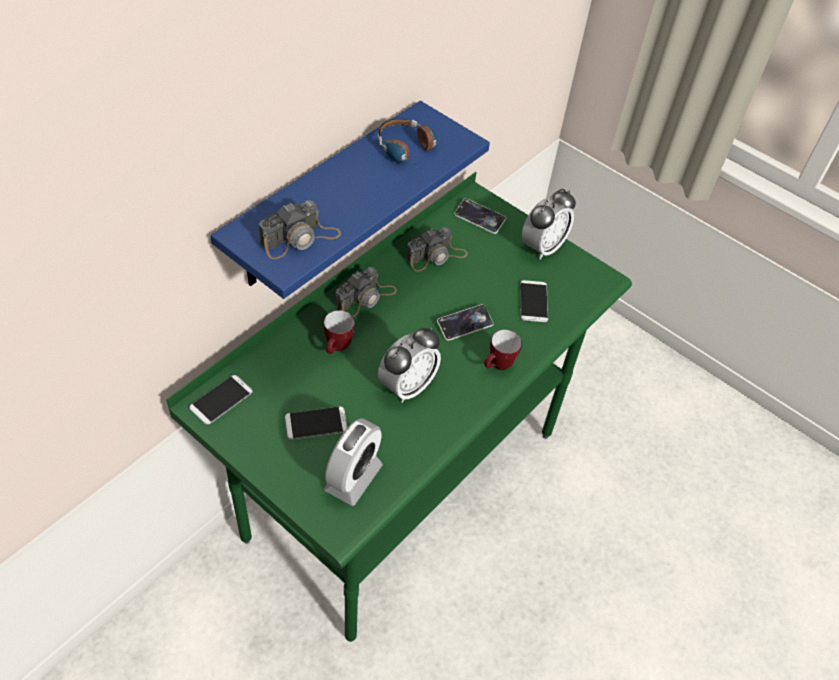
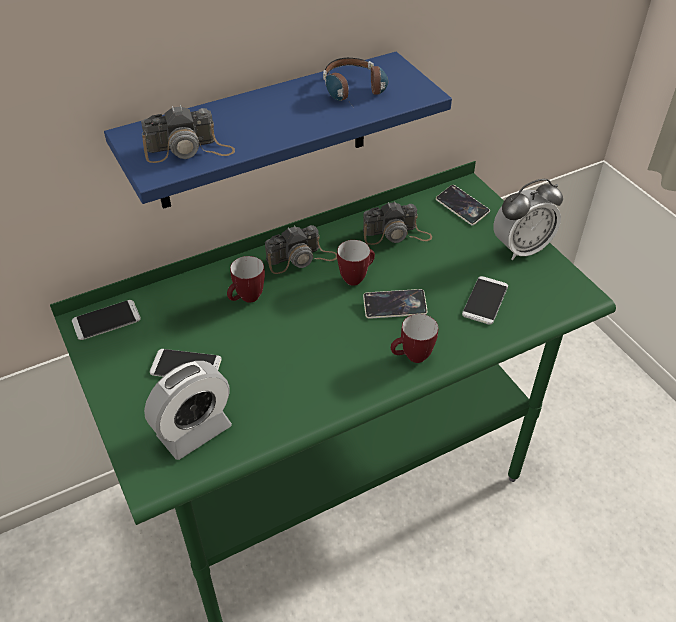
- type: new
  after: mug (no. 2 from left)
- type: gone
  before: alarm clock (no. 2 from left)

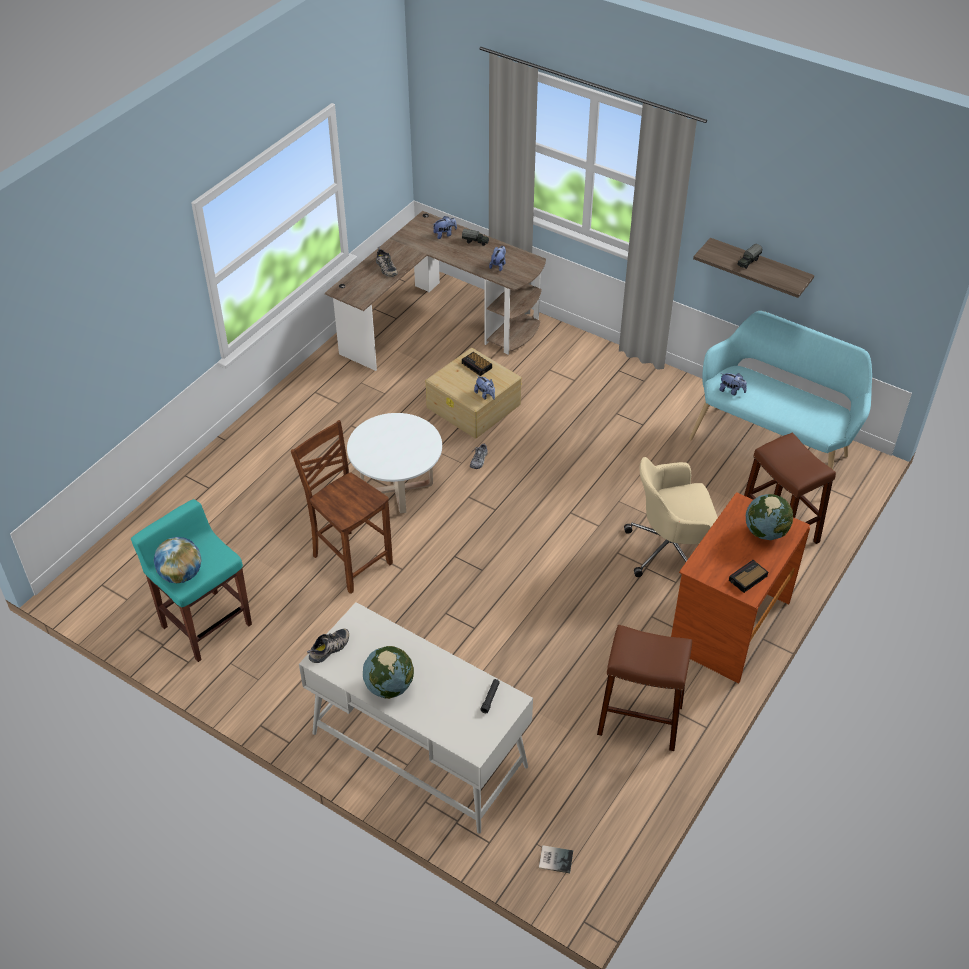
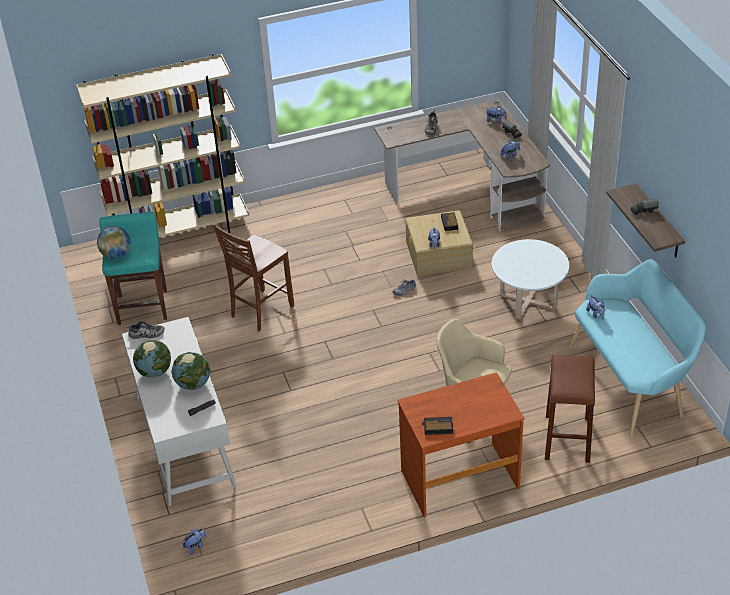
- type: new
  after: beige bookcase
- type: shifted
  before: globe (no. 3 from left)
- type: swapped
  before: book
  after: plush toy (no. 1 from left)
- type: rotated
  before: brown chair
  turn: -135
- type: shifted
  before: white coffee table
- type: gone
  before: brown stool (no. 1 from left)

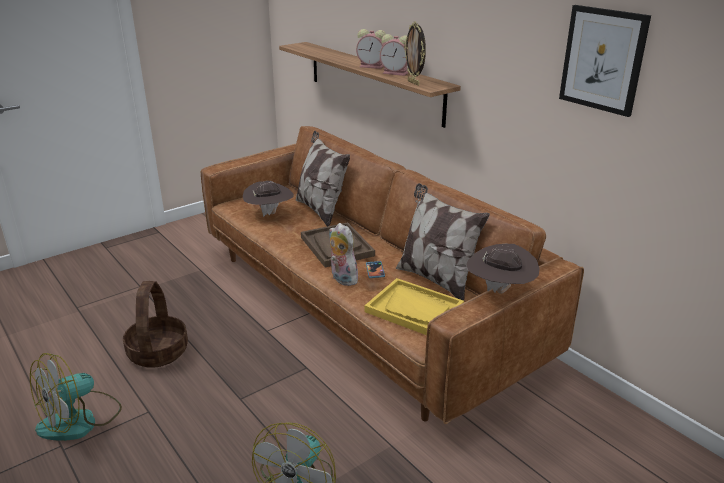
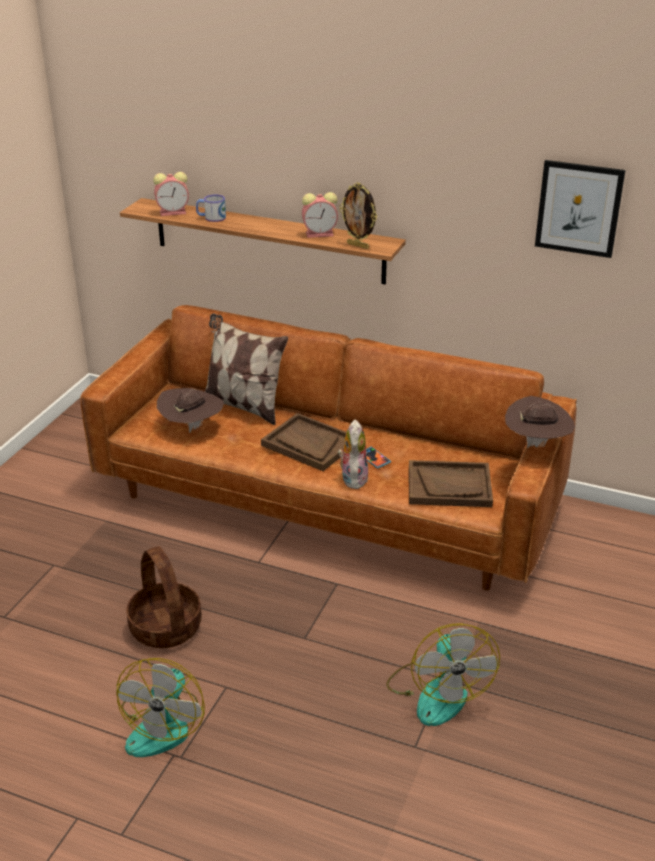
- type: shifted
  before: alarm clock (no. 1 from left)
- type: new
  after: mug
- type: rotated
  before: plush toy
  turn: 75
- type: repainted
  before: yellow tray
  after: brown tray (no. 2 from left)
- type: gone
  before: pillow (no. 2 from left)

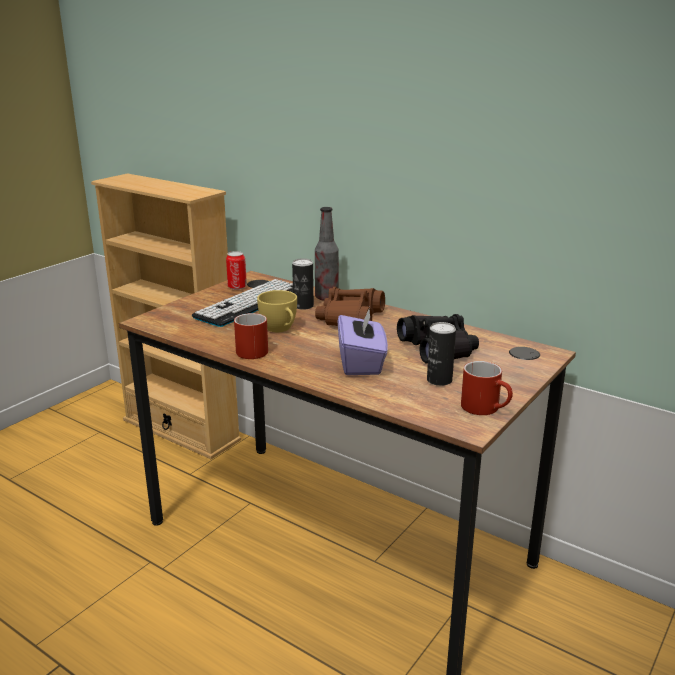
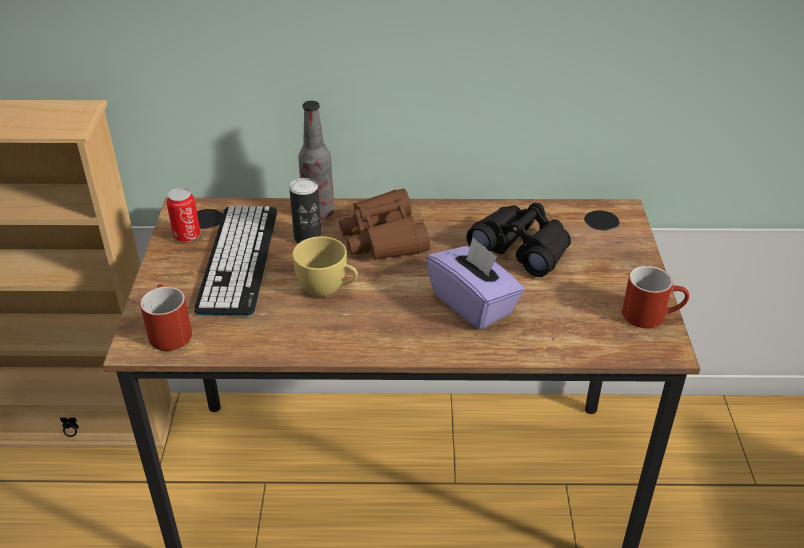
- type: shifted
  before: red mug (no. 1 from left)
- type: gone
  before: can (no. 3 from left)

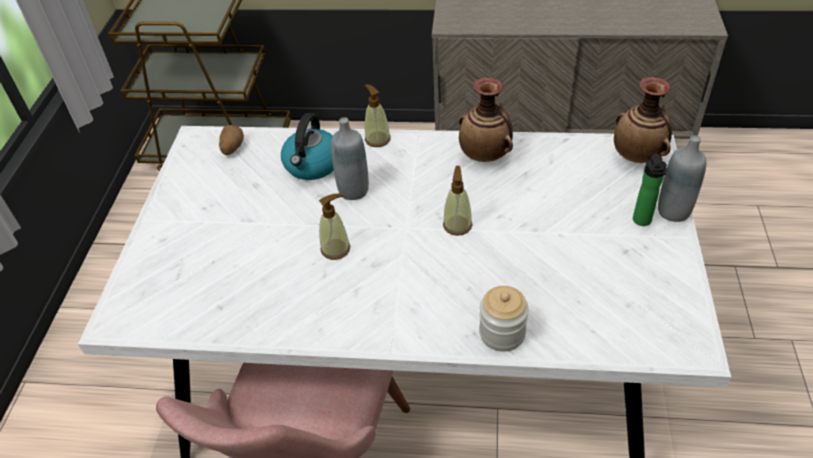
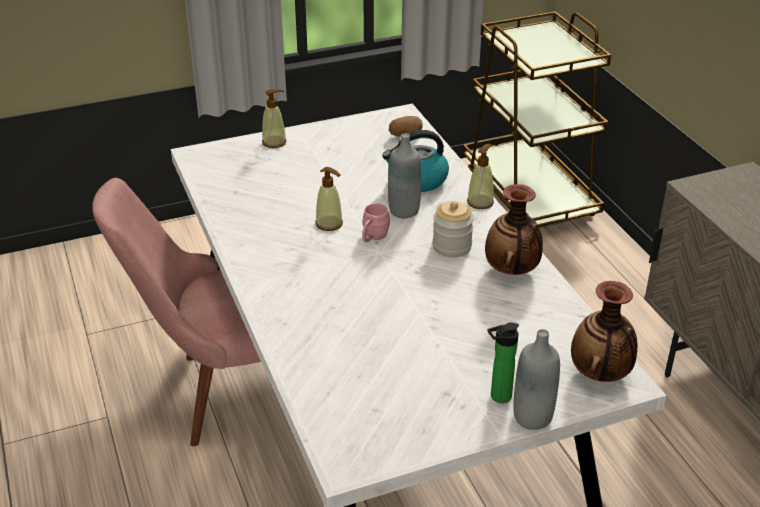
- type: shifted
  before: soap dispenser (no. 3 from left in the first image)
  after: soap dispenser (no. 1 from left)
- type: new
  after: pink mug
- type: shifted
  before: jar

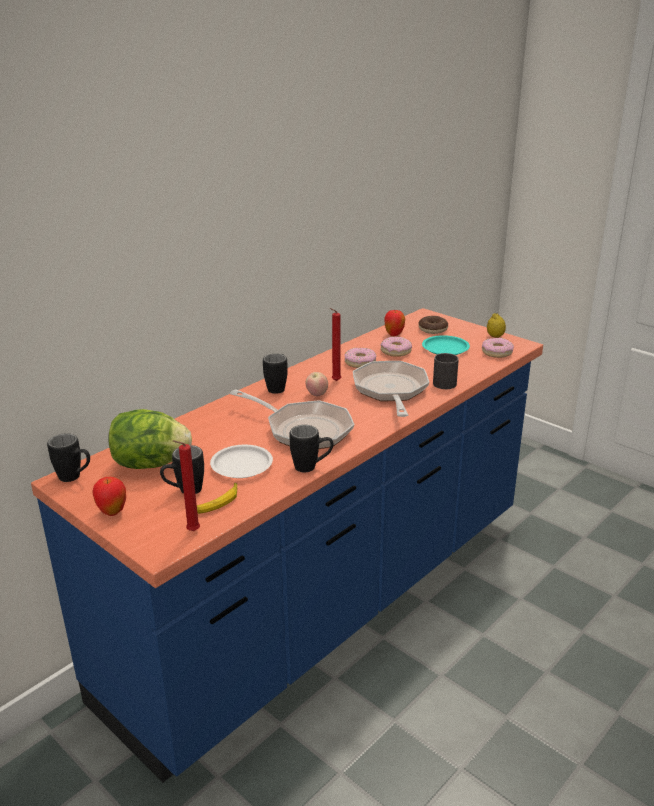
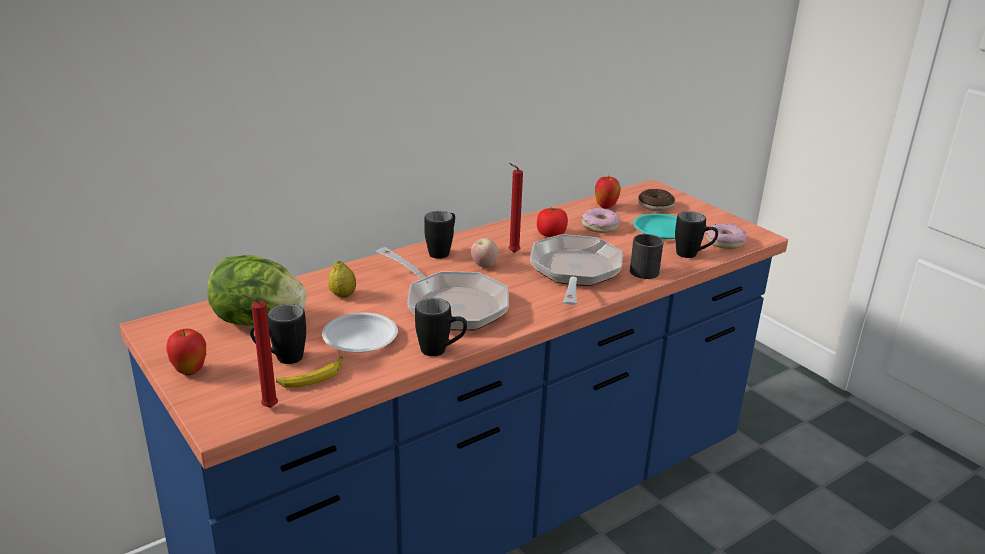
- type: shifted
  before: lemon
- type: swapped
  before: donut (no. 1 from left)
  after: tomato
- type: shifted
  before: black mug (no. 1 from left in the first image)
  after: black mug (no. 5 from left)

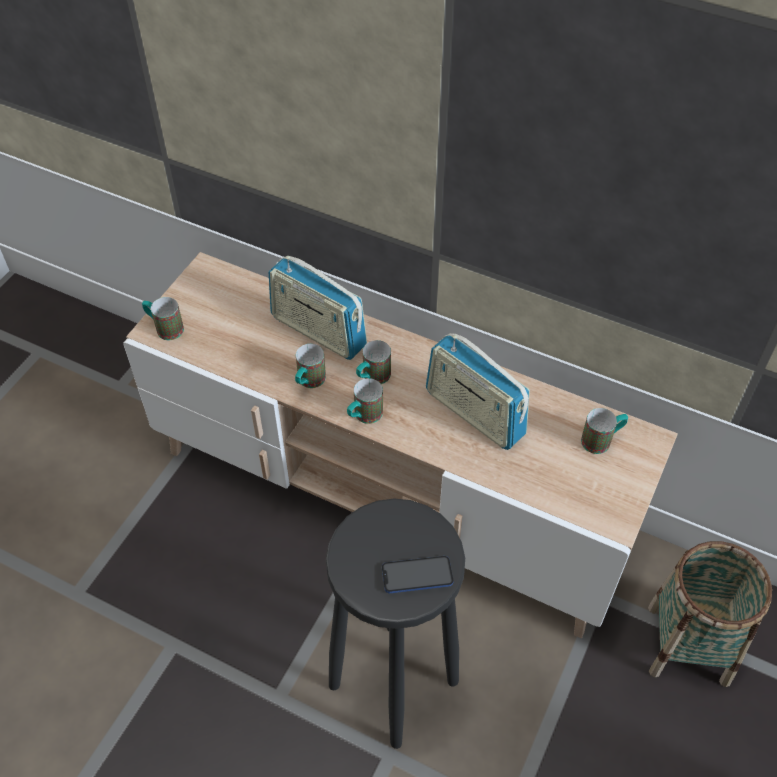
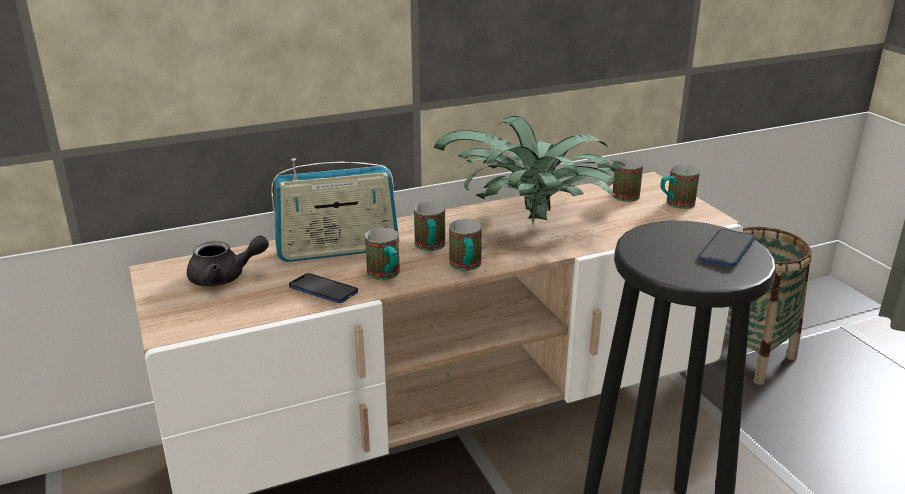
- type: new
  after: grey teapot
- type: new
  after: phone (no. 1 from left)
- type: swapped
  before: radio (no. 2 from left)
  after: potted plant
- type: shifted
  before: mug (no. 1 from left in the first image)
  after: mug (no. 5 from left)

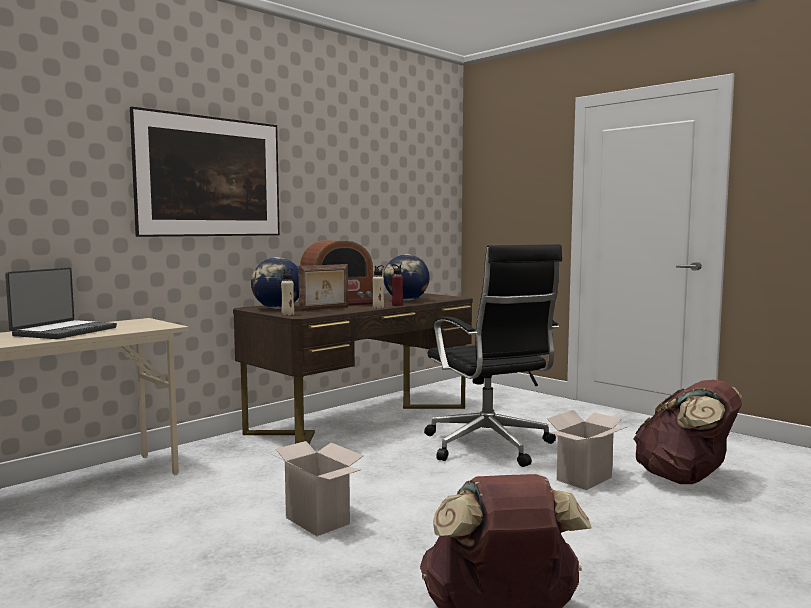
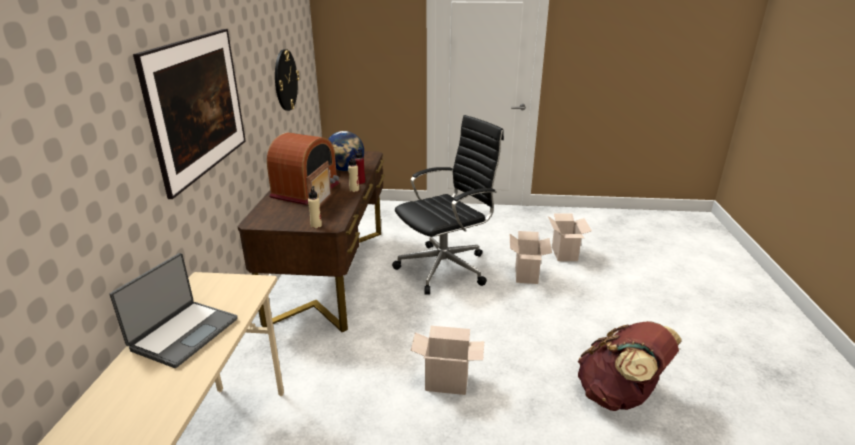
- type: rotated
  before: laptop
  turn: 45
- type: new
  after: wall clock
- type: rotated
  before: black office chair
  turn: -60
- type: swapped
  before: brown backpack (no. 2 from left)
  after: cardboard box (no. 3 from left)
- type: gone
  before: globe (no. 1 from left)

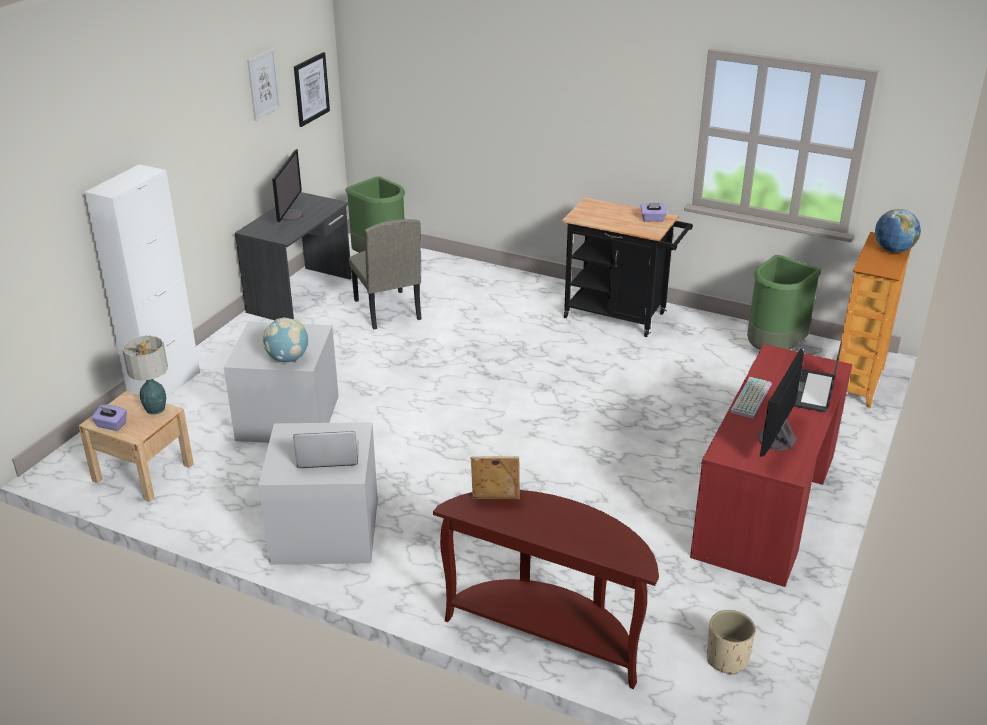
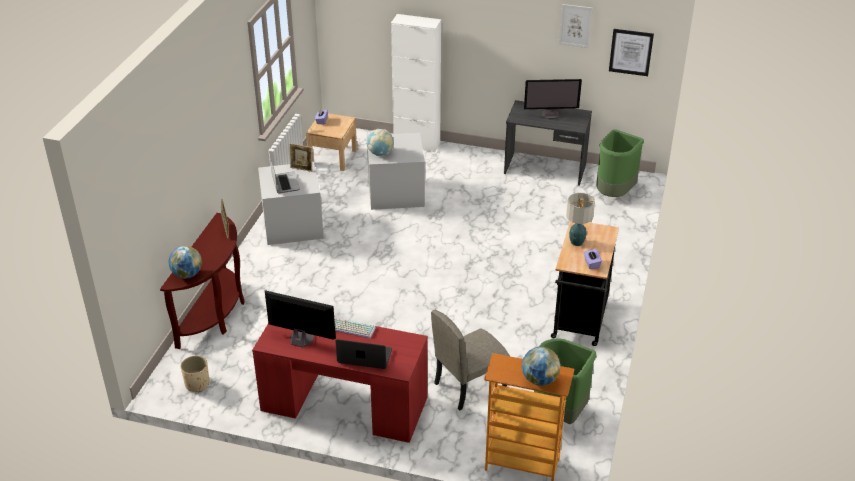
- type: new
  after: globe (no. 1 from left)
- type: new
  after: picture frame (no. 2 from left)
- type: shifted
  before: beige chair
- type: shifted
  before: table lamp

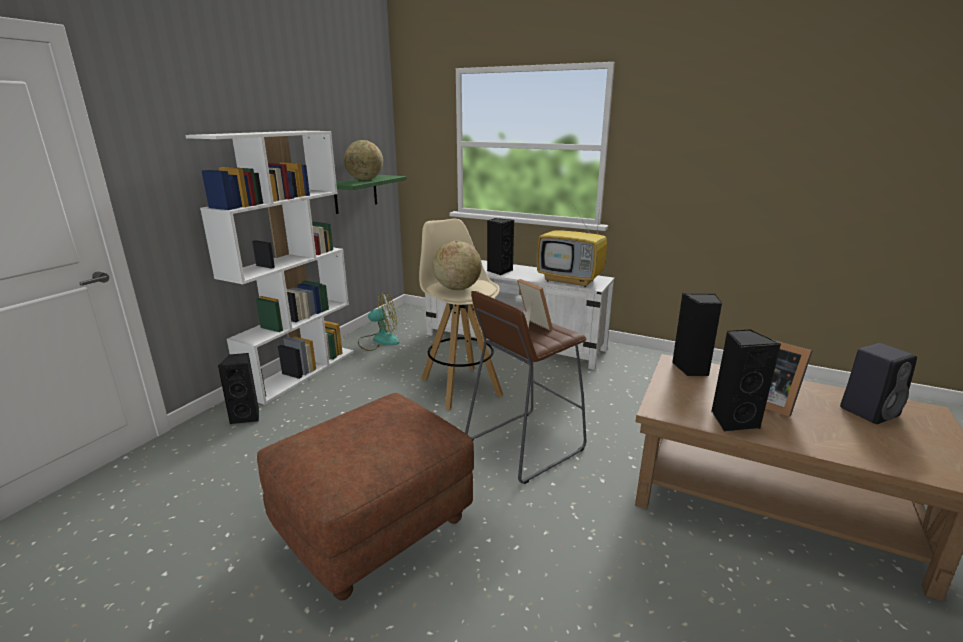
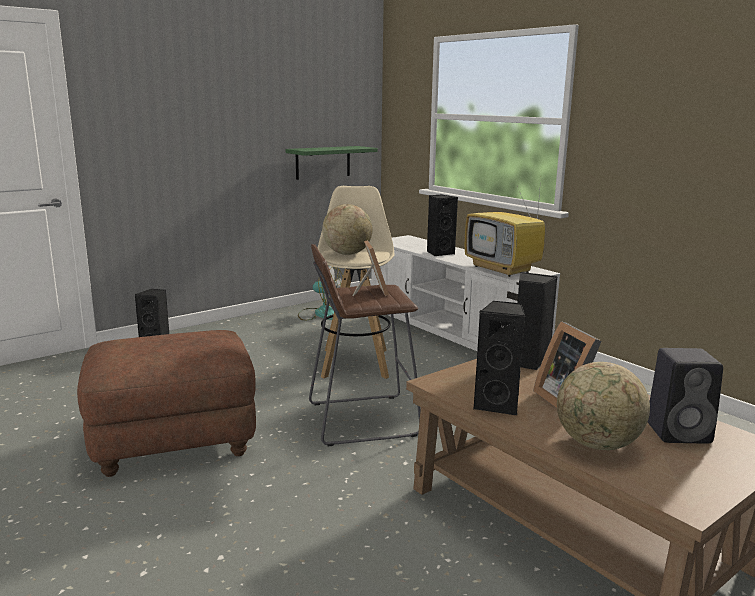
- type: shifted
  before: globe (no. 1 from left in the first image)
  after: globe (no. 2 from left)
- type: gone
  before: white bookcase

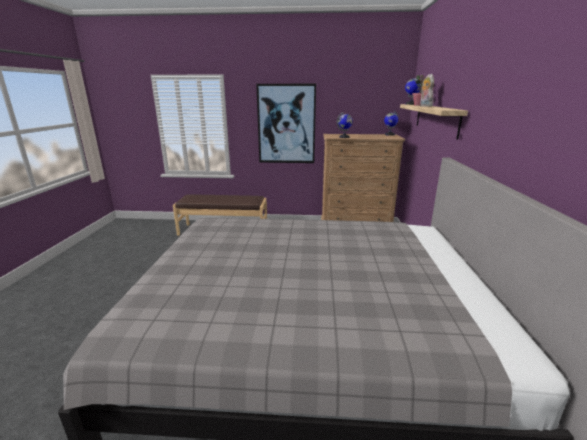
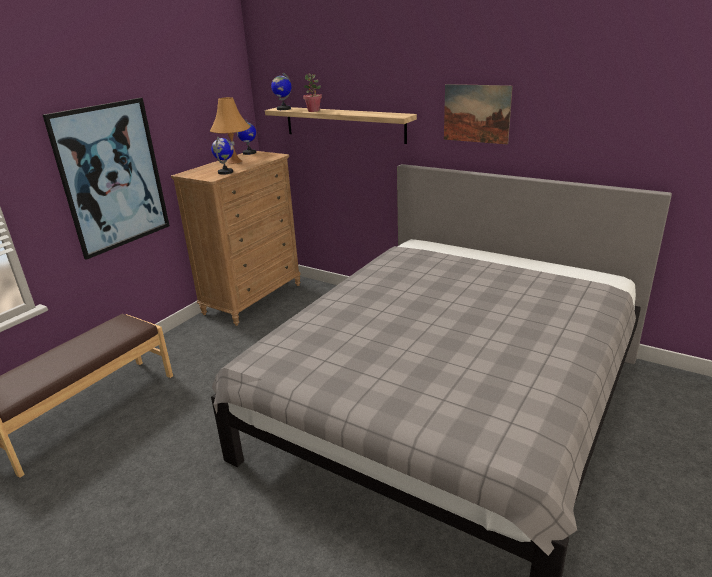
- type: new
  after: orange table lamp
- type: new
  after: picture (no. 2 from left)
- type: gone
  before: plush toy

